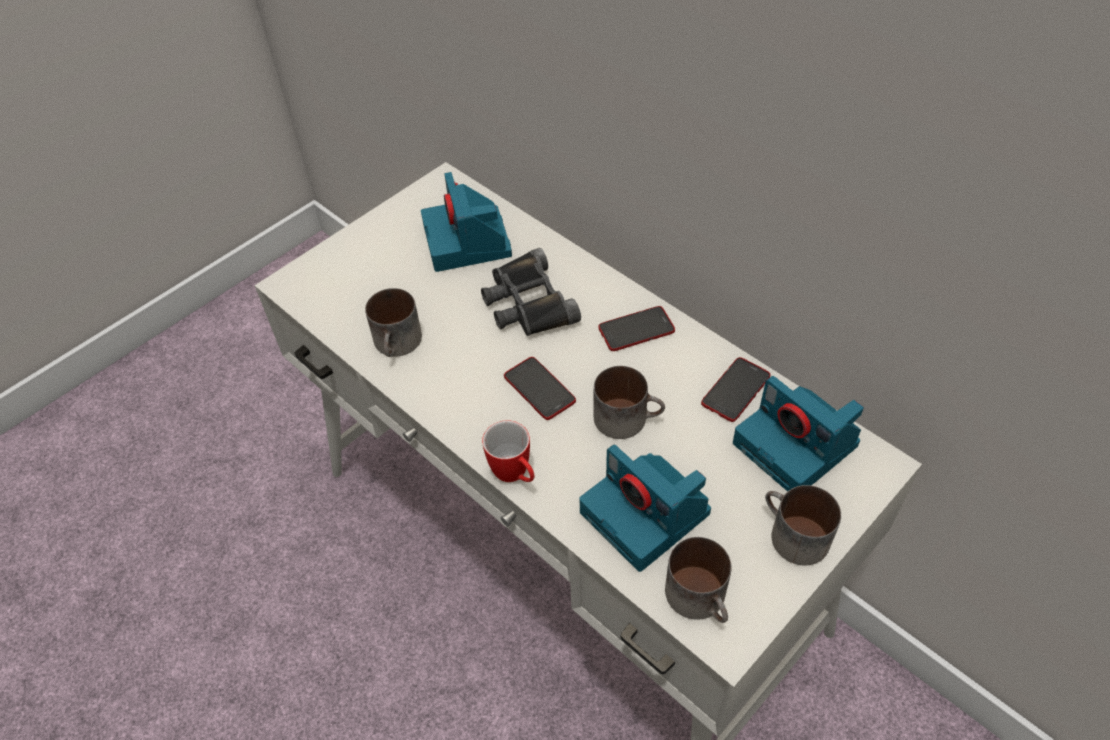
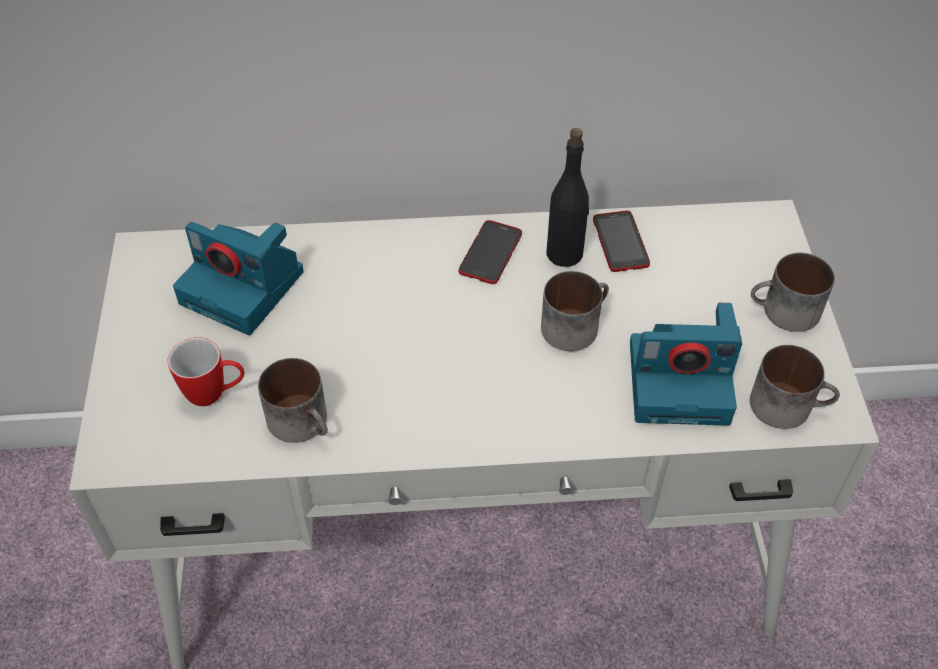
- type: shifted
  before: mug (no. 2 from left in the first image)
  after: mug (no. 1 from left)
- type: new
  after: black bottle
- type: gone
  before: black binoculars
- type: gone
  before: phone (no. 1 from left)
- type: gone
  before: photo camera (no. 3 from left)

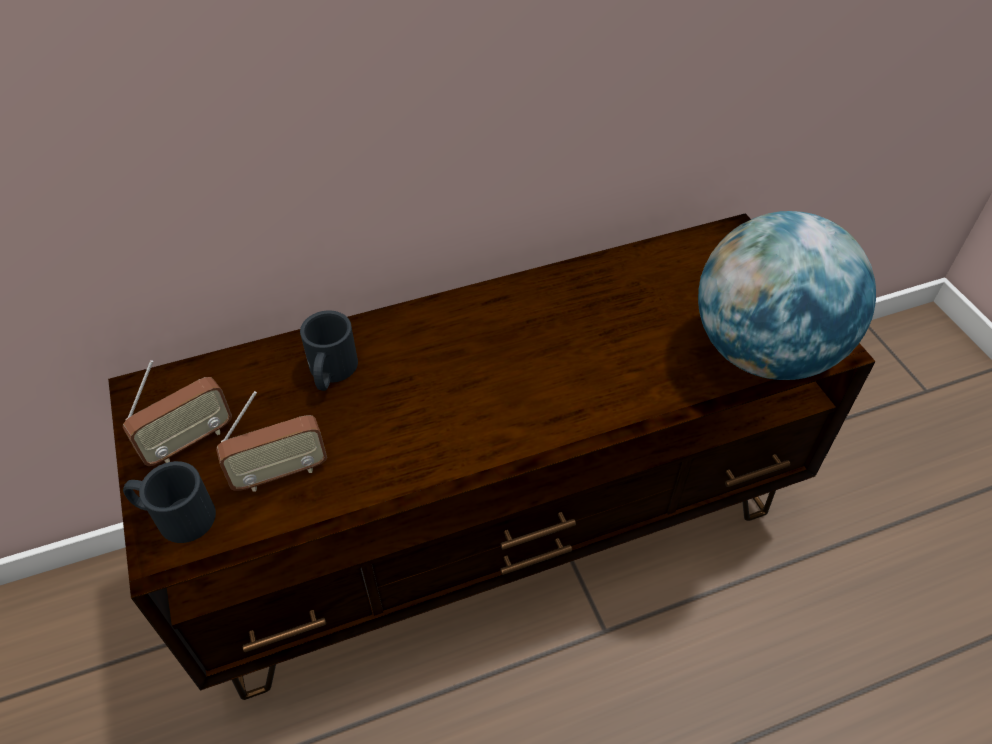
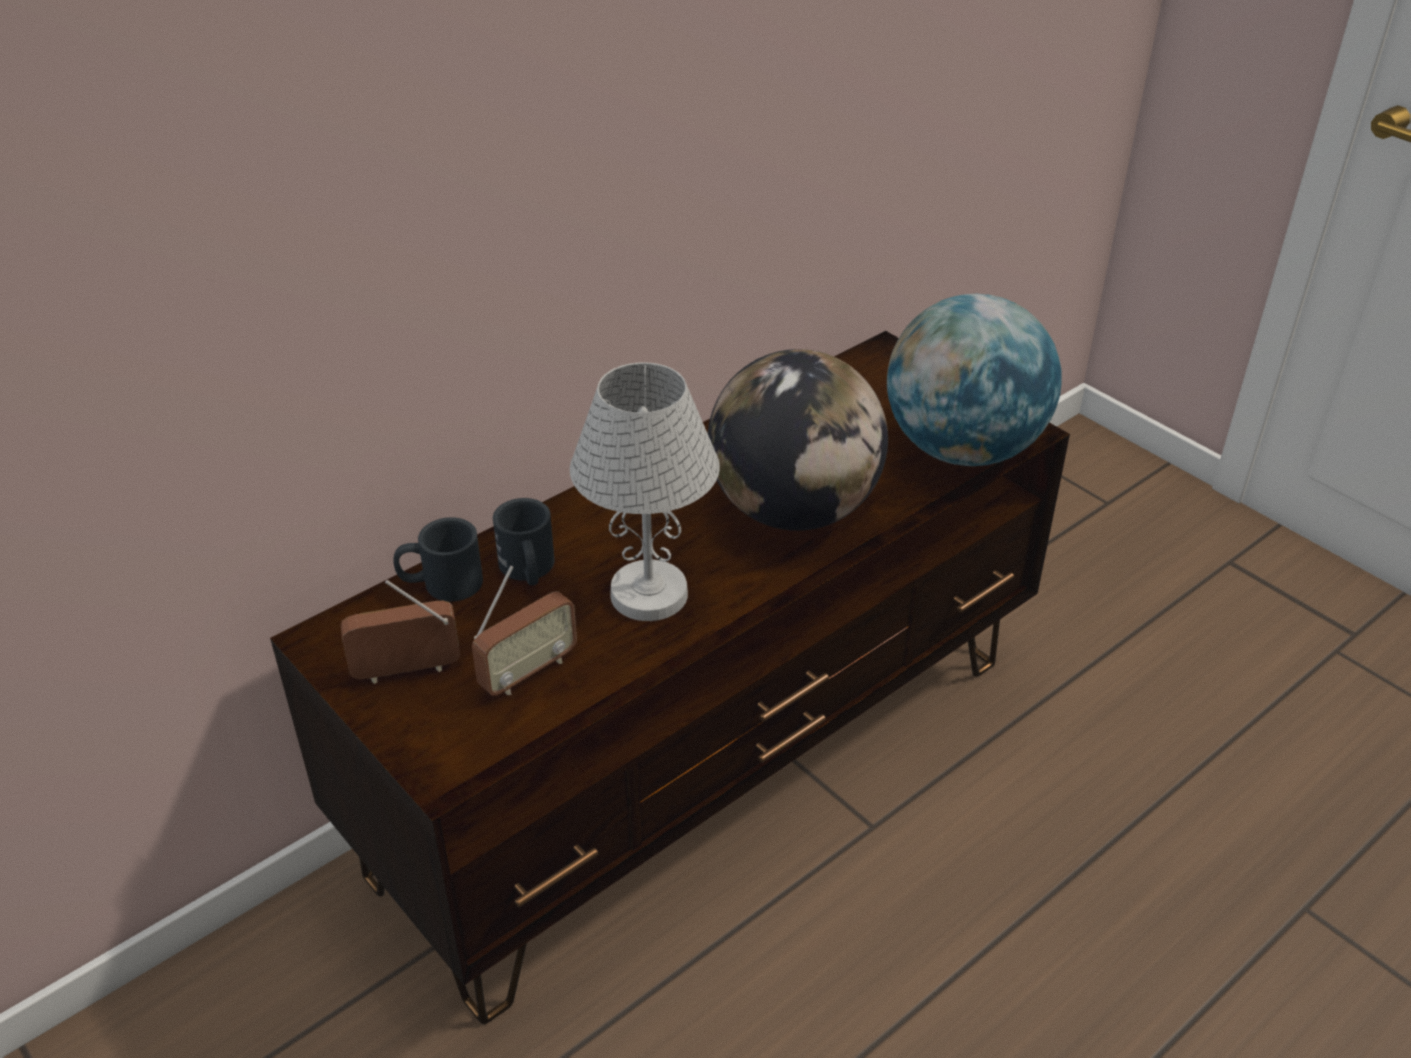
- type: rotated
  before: radio (no. 1 from left)
  turn: -135
- type: shifted
  before: black mug (no. 1 from left)
- type: new
  after: white table lamp
- type: new
  after: globe (no. 1 from left)

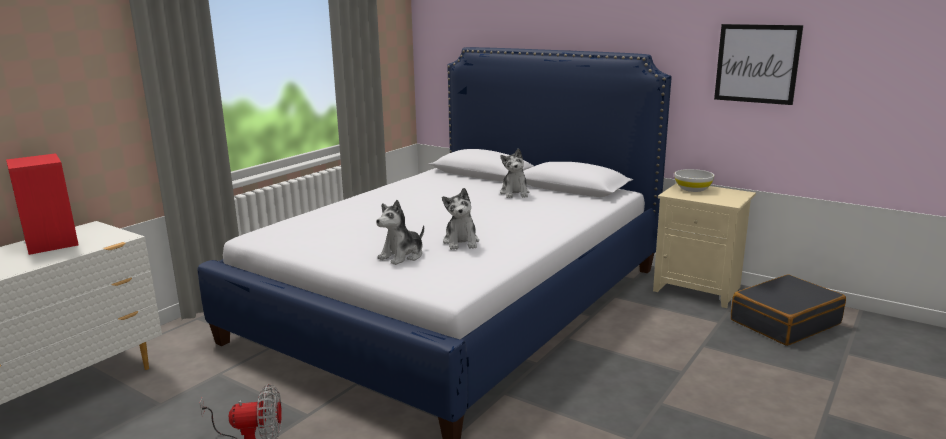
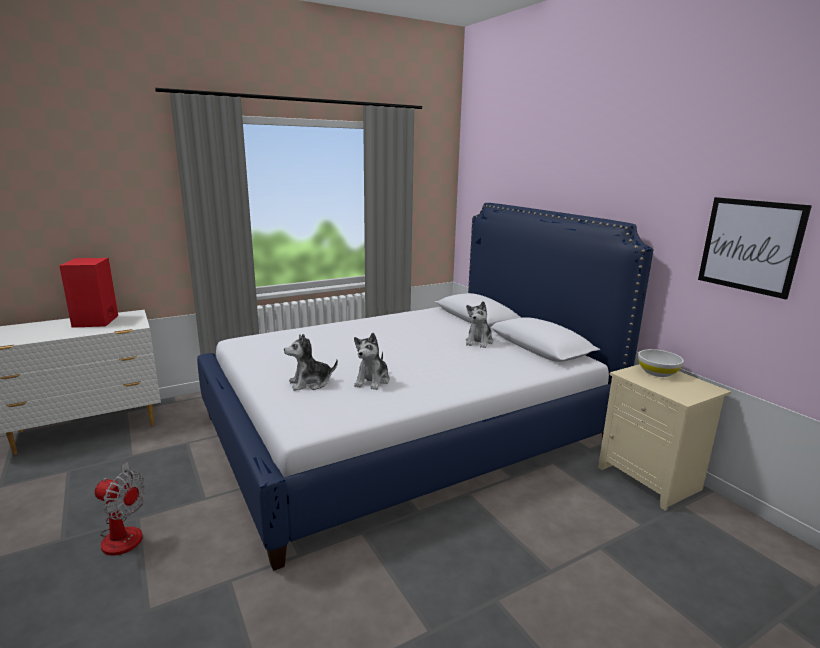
- type: gone
  before: black suitcase

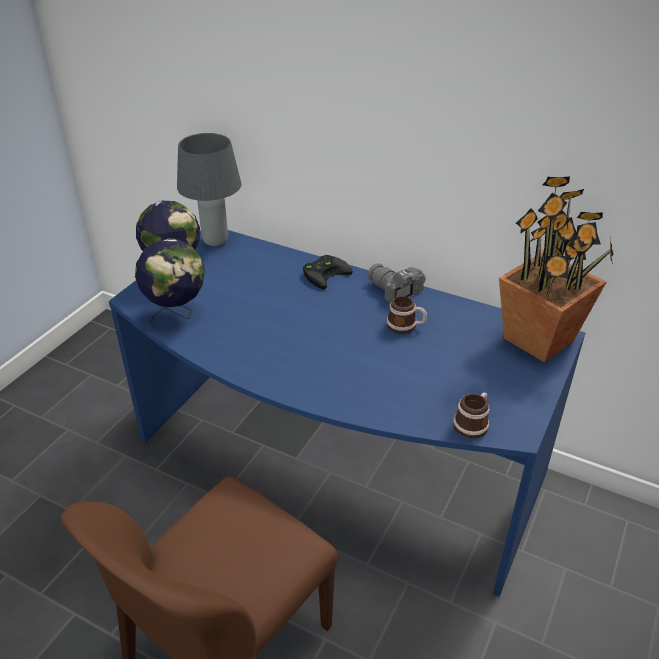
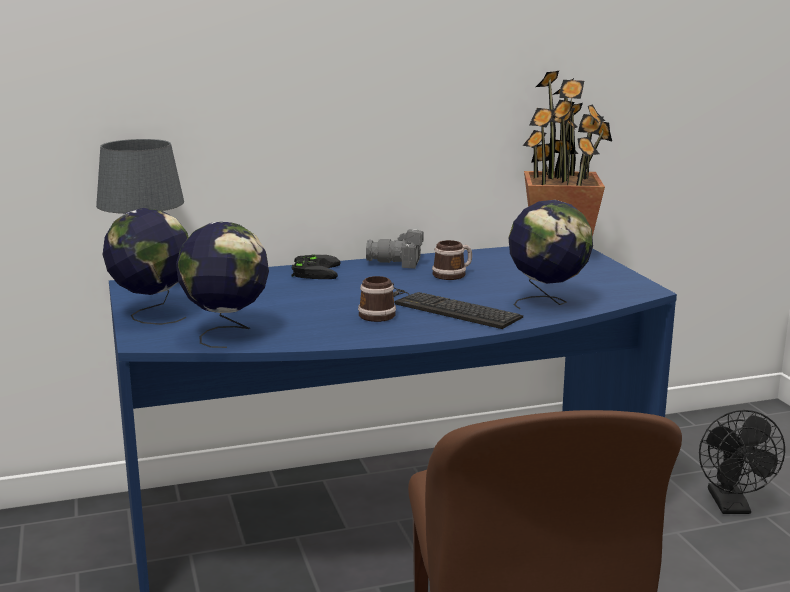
- type: shifted
  before: mug (no. 2 from left in the first image)
  after: mug (no. 1 from left)
- type: new
  after: keyboard
- type: new
  after: globe (no. 3 from left)
- type: new
  after: black fan

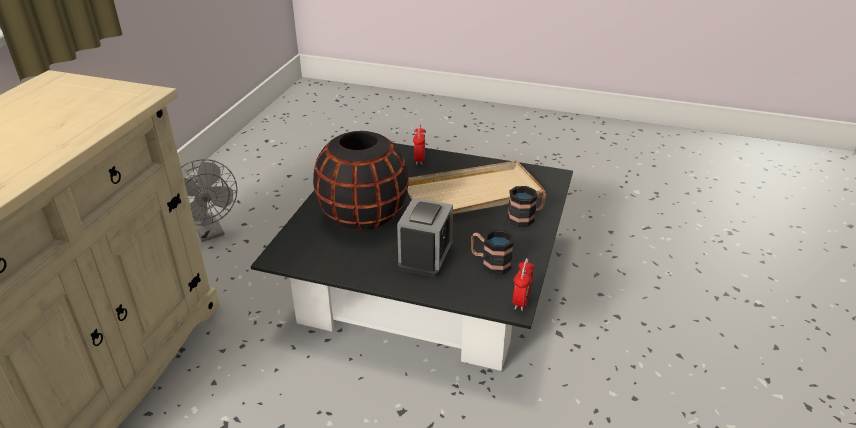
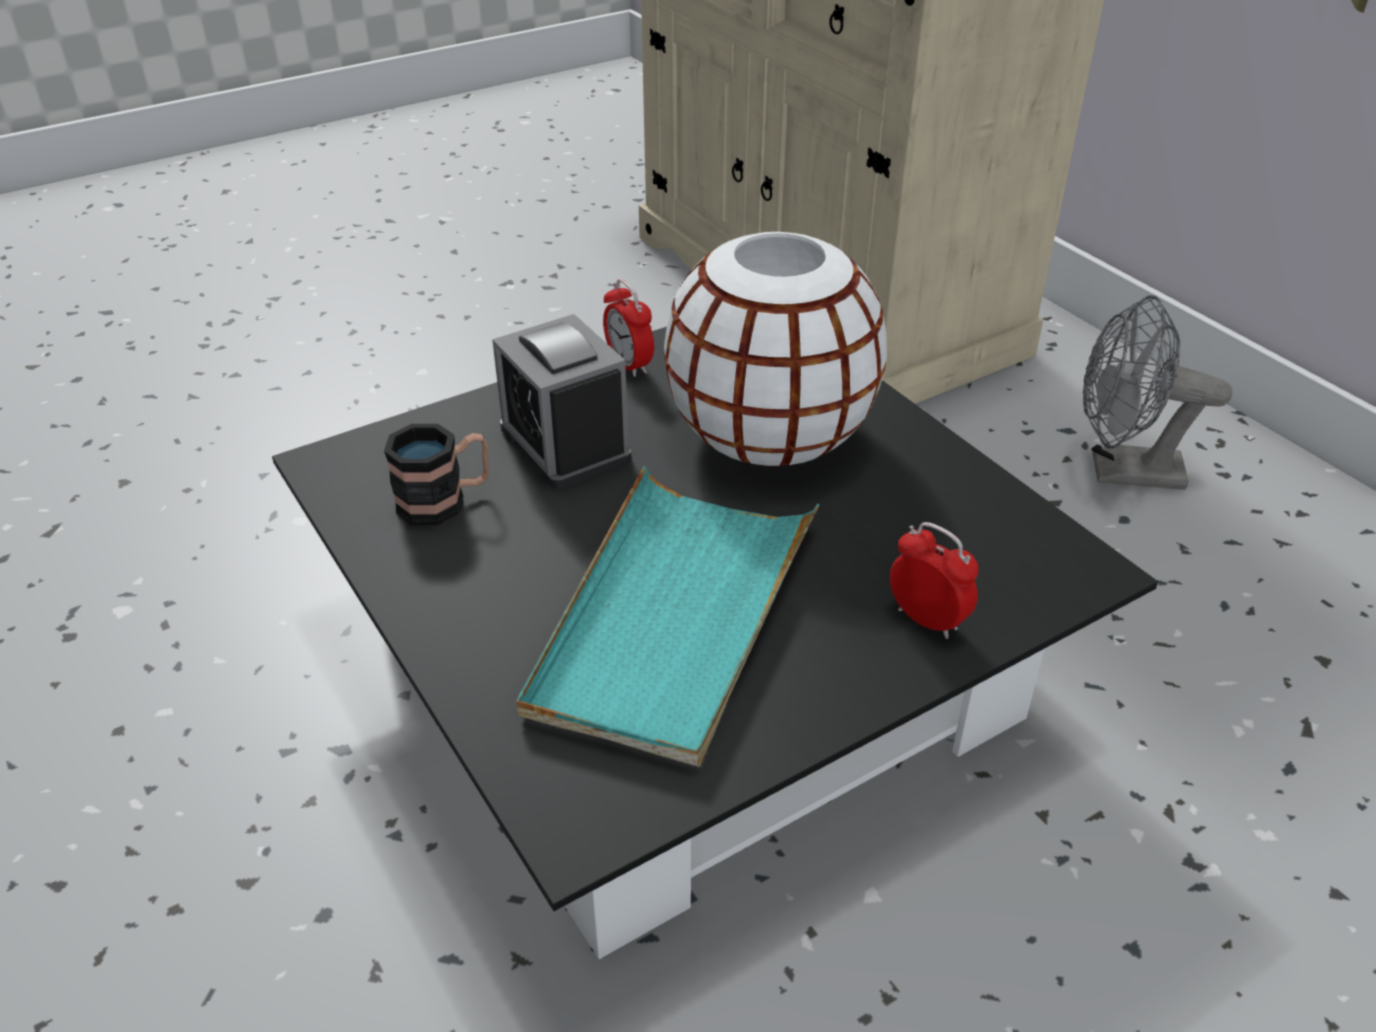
- type: repainted
  before: beige tray
  after: turquoise tray
- type: shifted
  before: alarm clock (no. 3 from left in the first image)
  after: alarm clock (no. 2 from left)
- type: repainted
  before: black vase
  after: white vase
- type: gone
  before: mug (no. 2 from left)

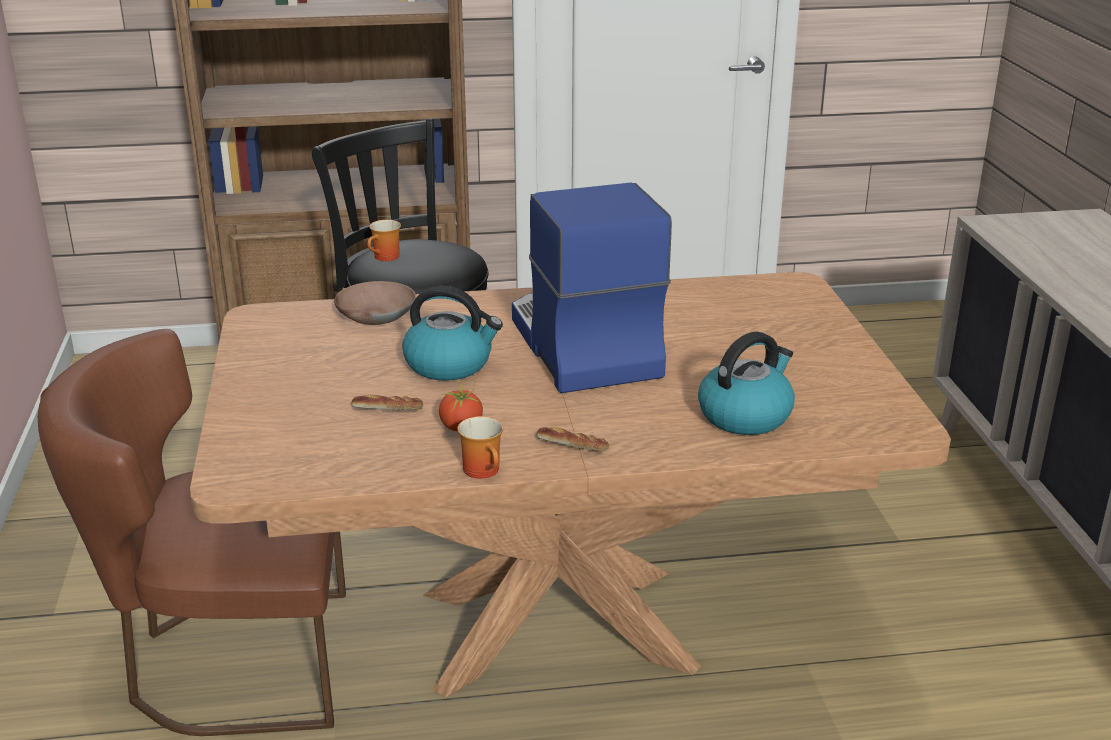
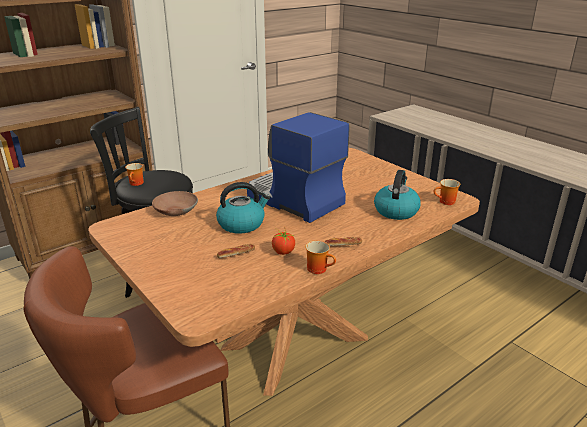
- type: new
  after: mug (no. 3 from left)

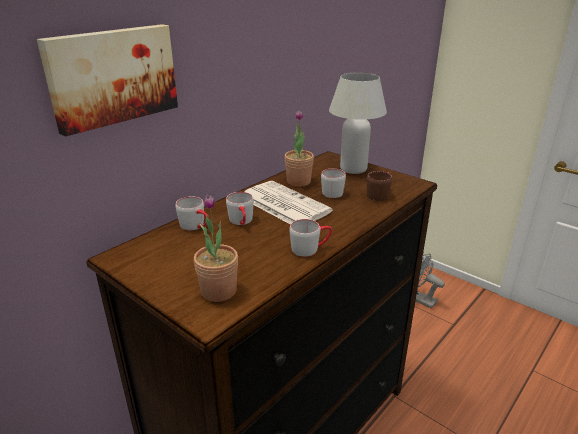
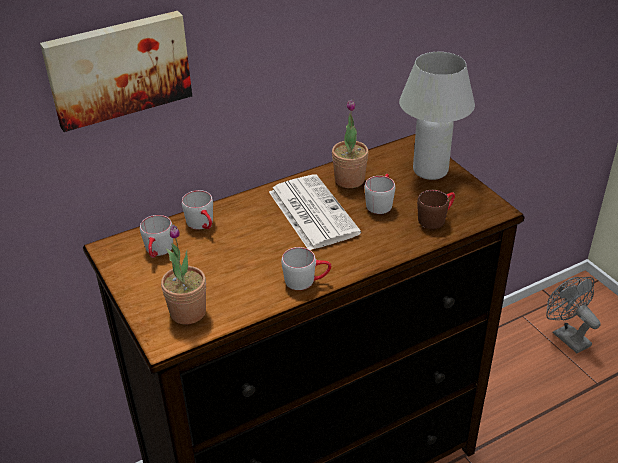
- type: shifted
  before: grey mug (no. 2 from left in the first image)
  after: grey mug (no. 1 from left)

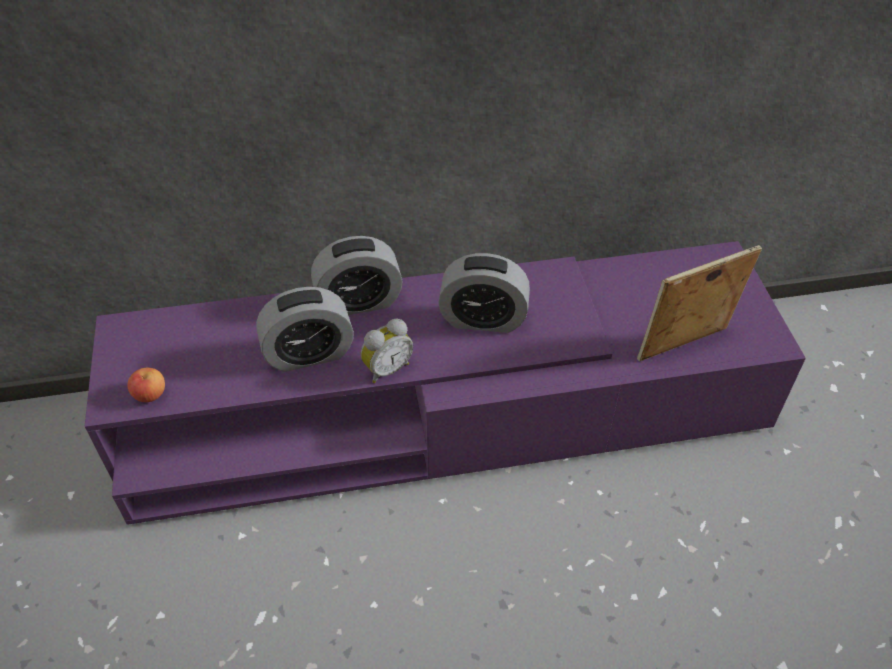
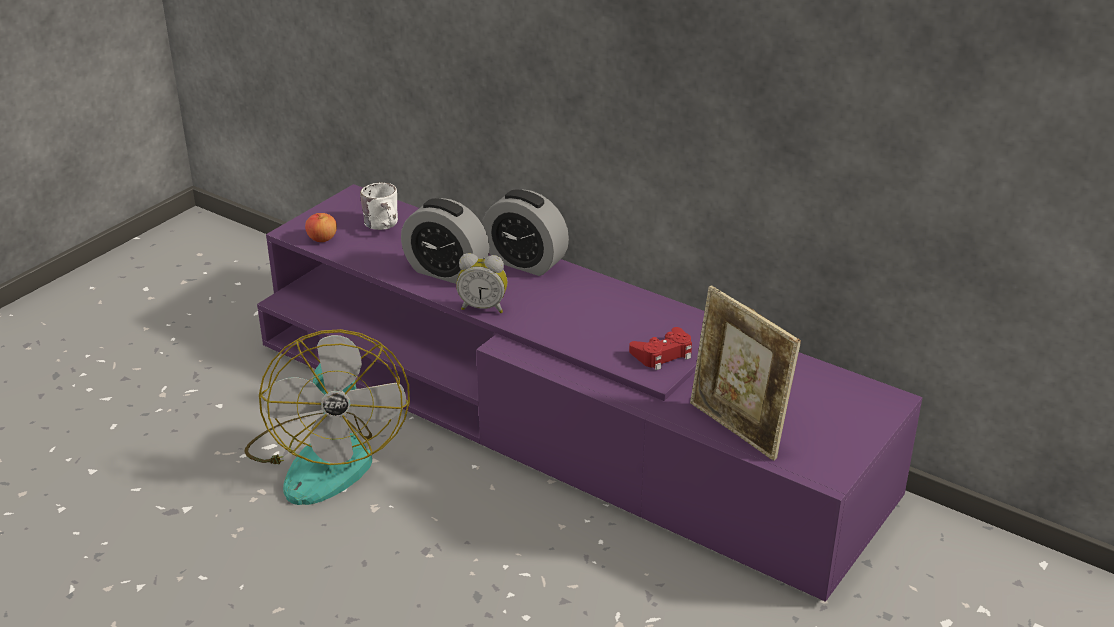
- type: new
  after: fan
- type: new
  after: white mug
- type: new
  after: red game controller
- type: rotated
  before: picture frame
  turn: -150
- type: gone
  before: alarm clock (no. 4 from left)

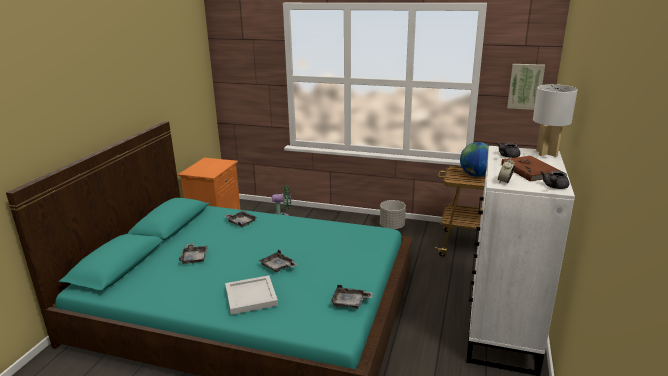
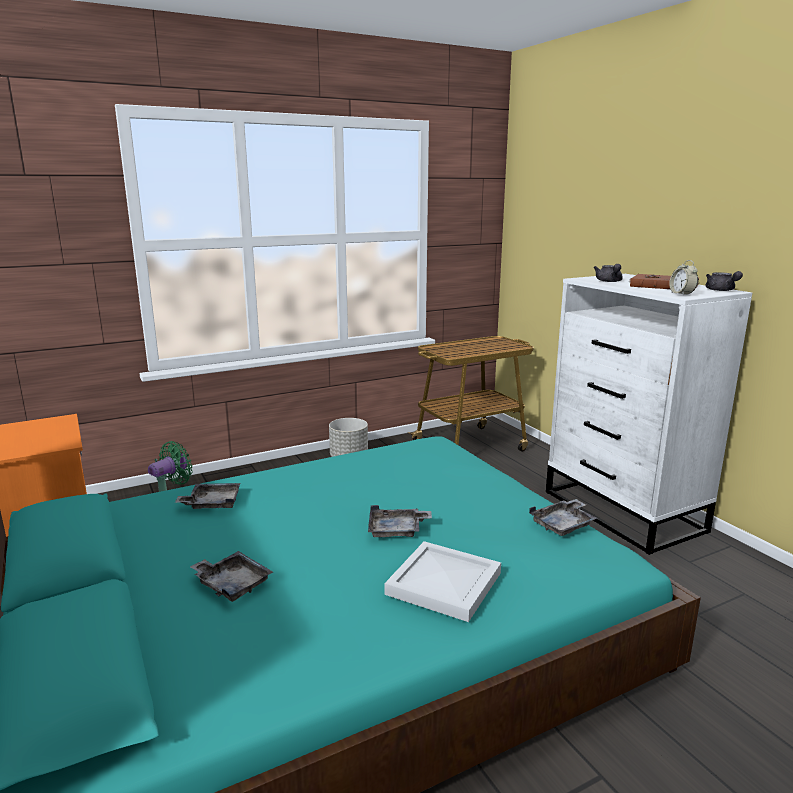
- type: gone
  before: globe
- type: gone
  before: picture
- type: gone
  before: white table lamp

